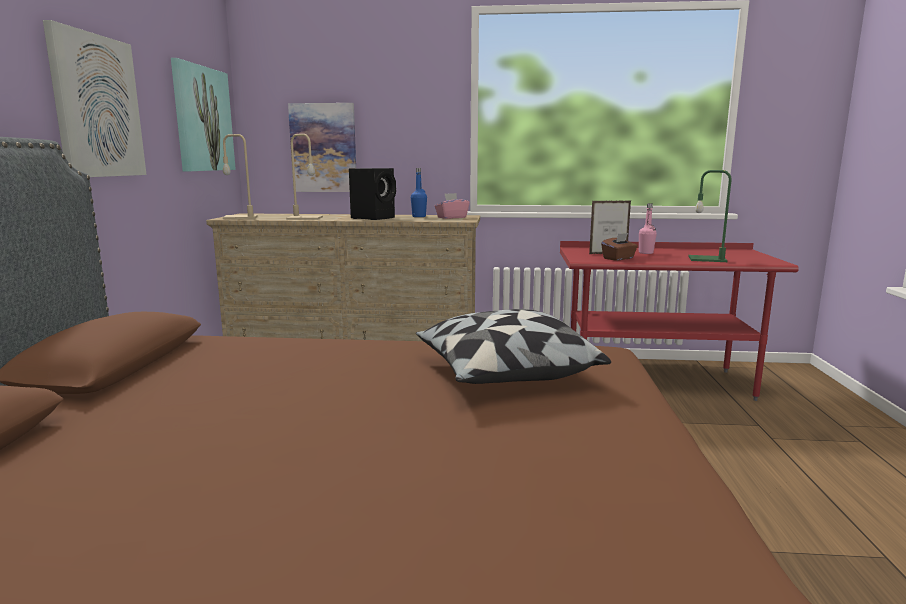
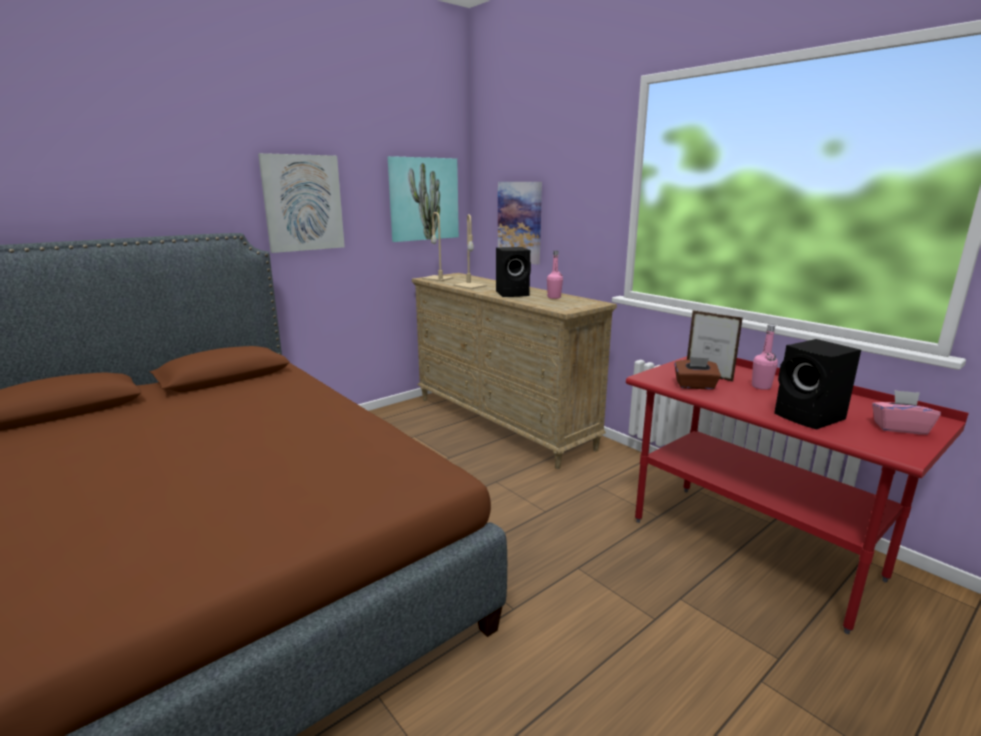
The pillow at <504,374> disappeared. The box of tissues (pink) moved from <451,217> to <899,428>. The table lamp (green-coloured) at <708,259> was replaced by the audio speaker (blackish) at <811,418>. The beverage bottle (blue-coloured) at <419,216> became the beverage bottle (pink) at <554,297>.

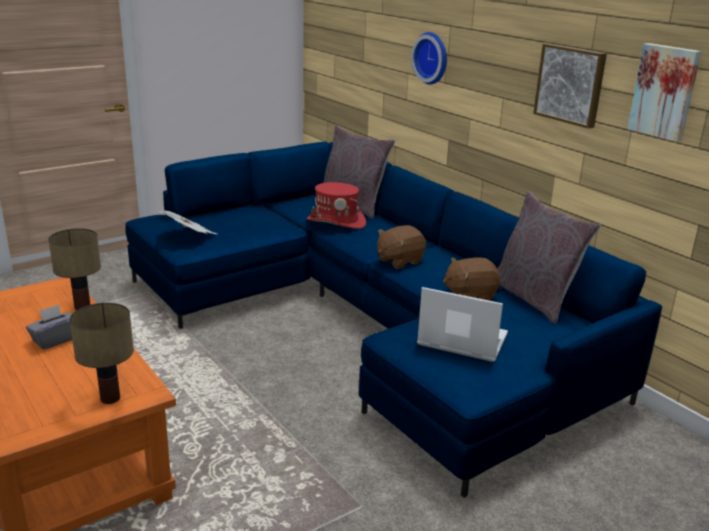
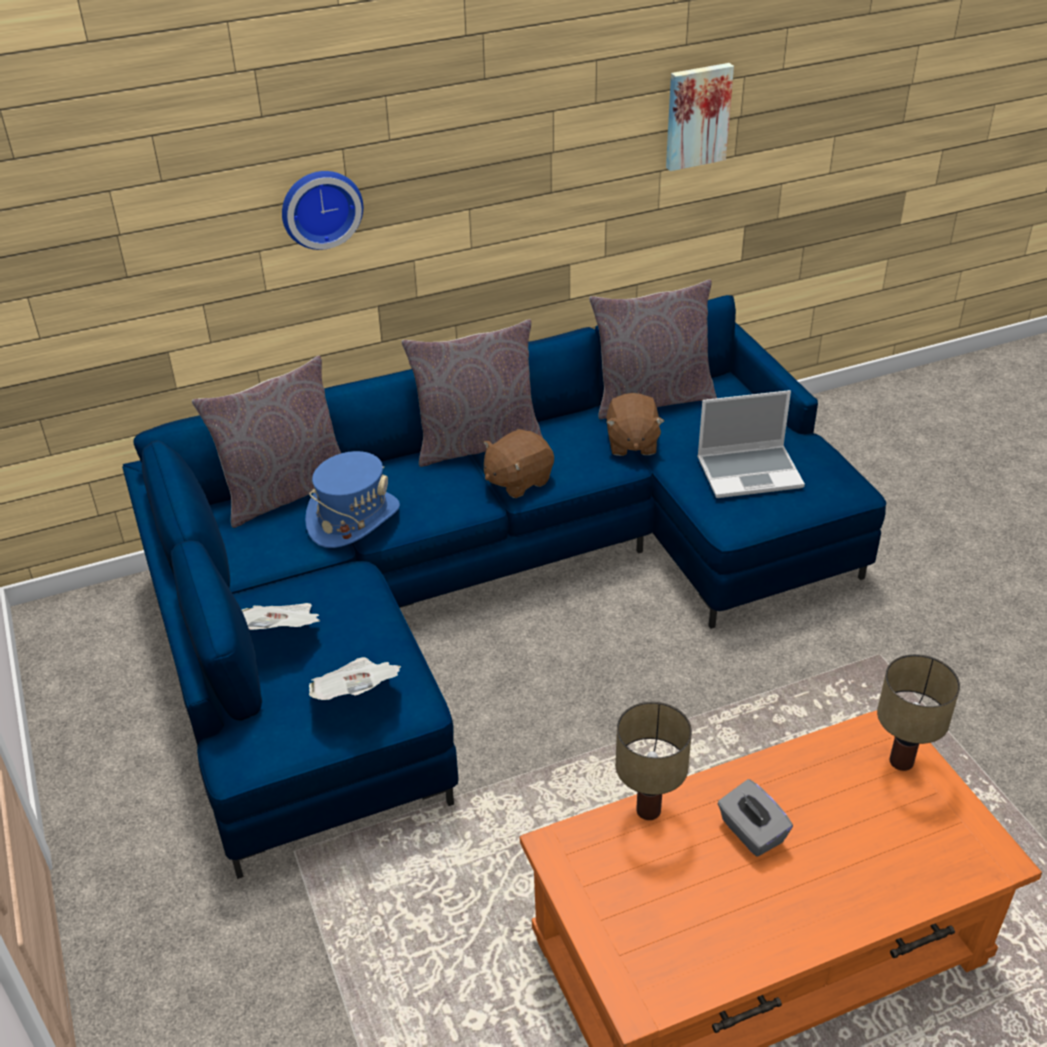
The wall picture at <571,84> disappeared. The newspaper at <280,633> appeared. The pillow (greyish) at <477,443> appeared. The hat (reddish) at <336,222> became the hat (blue-coloured) at <353,519>. The plush toy (brown) at <399,261> turned 75 degrees clockwise. The notebook computer at <461,340> turned 135 degrees counterclockwise.

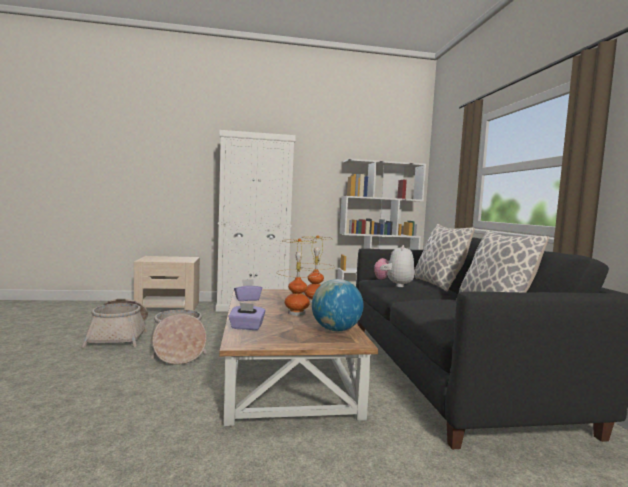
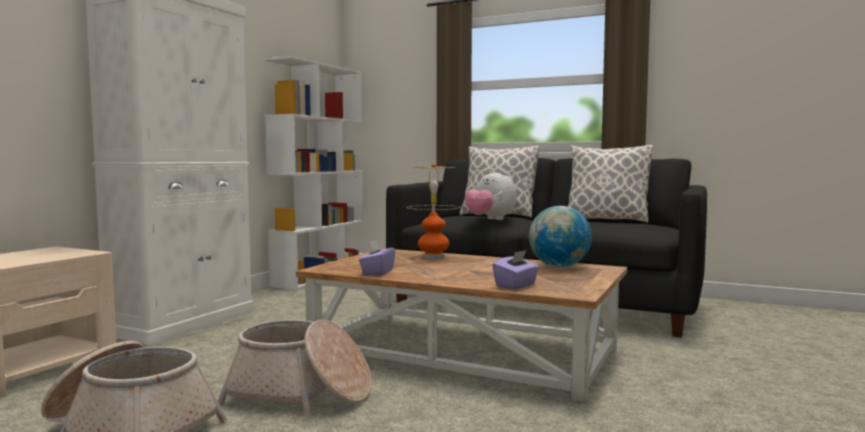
The table lamp at <296,313> disappeared.

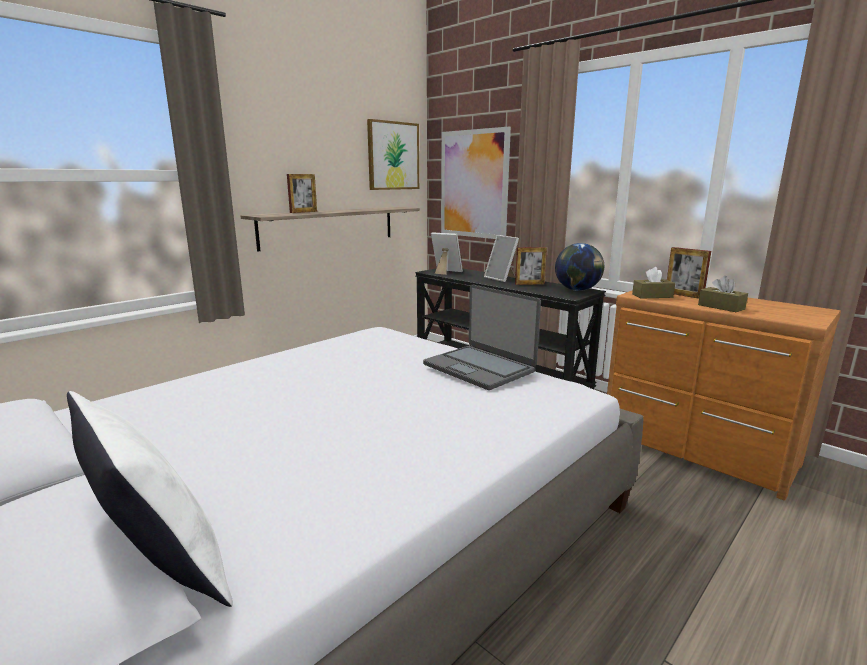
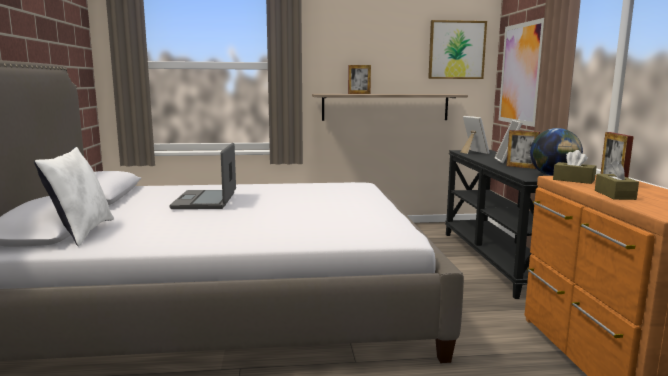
The notebook computer moved from <479,368> to <206,201>.

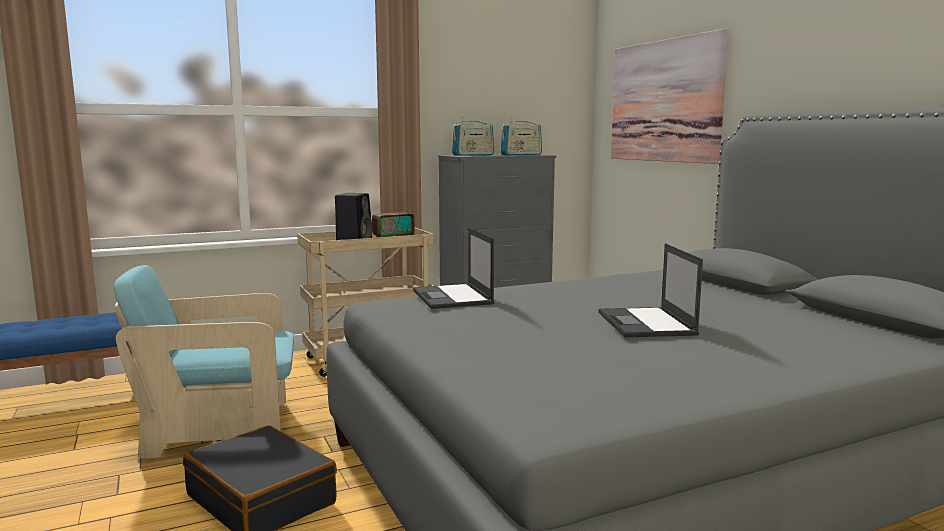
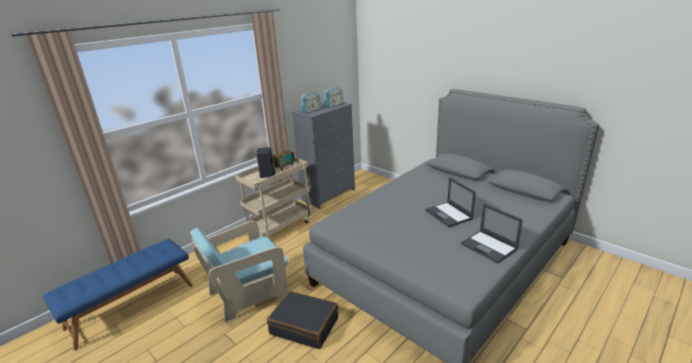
The wall picture at <665,101> disappeared. The notebook computer moved from <453,297> to <489,247>.

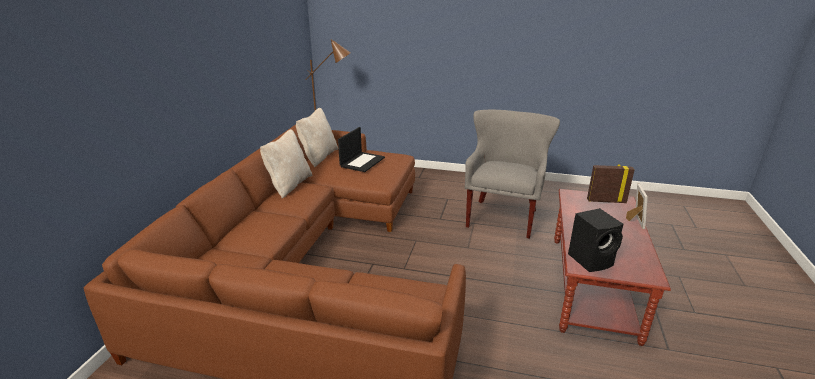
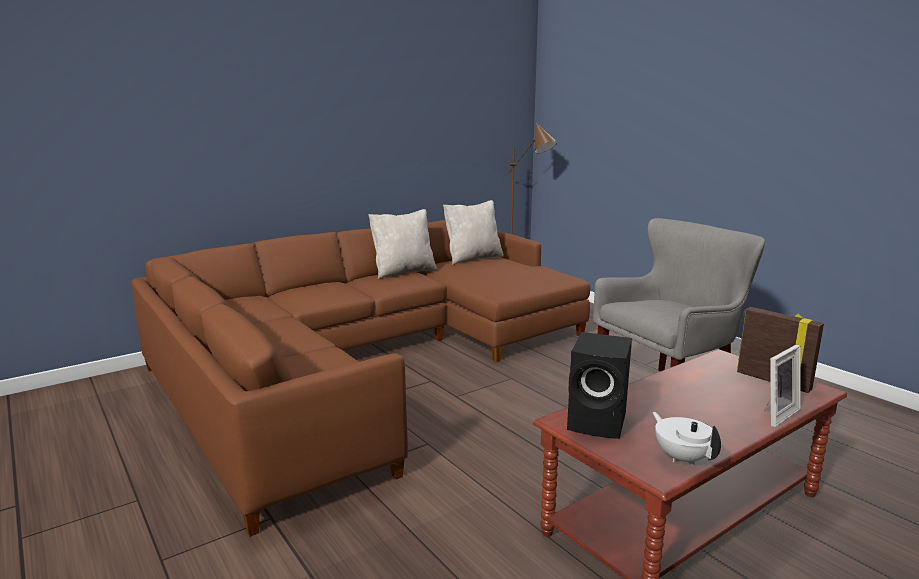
The notebook computer at <362,162> disappeared. The teapot (whitish) at <682,458> appeared.

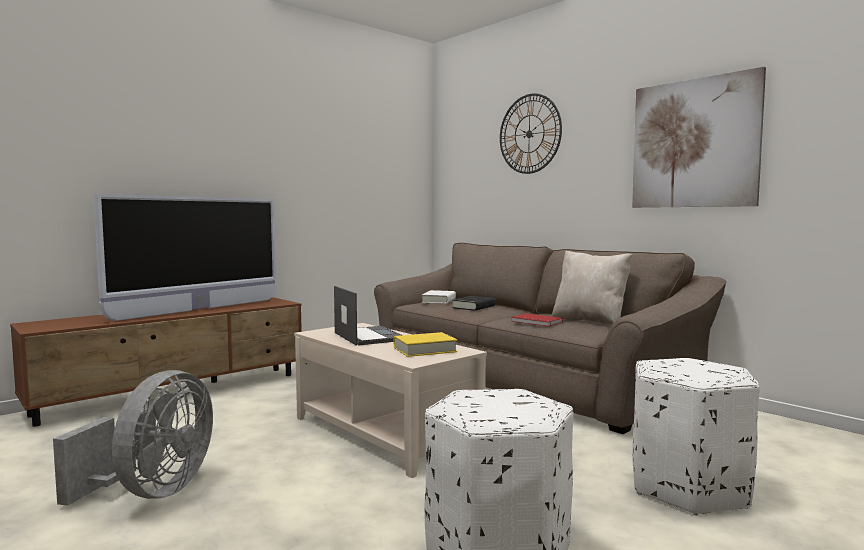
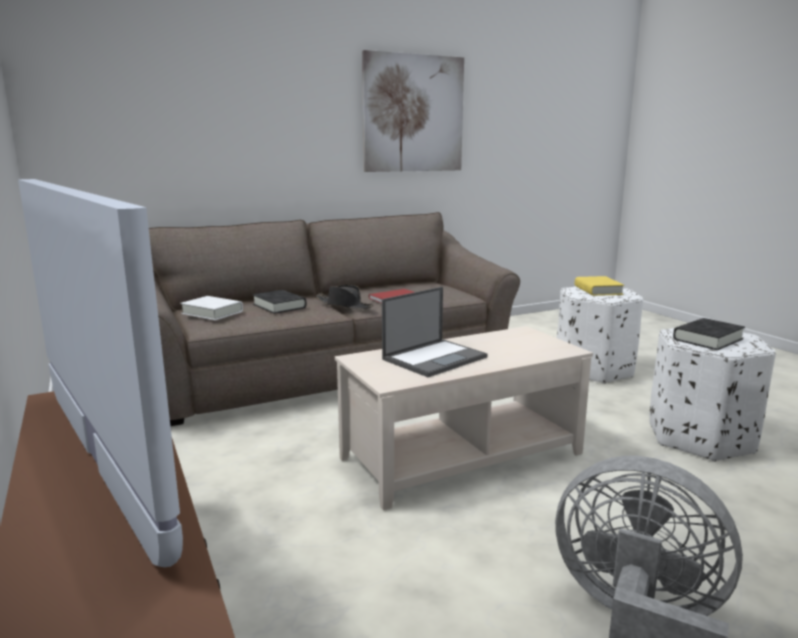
The hanging clock at <529,134> disappeared. The pillow (beige-coloured) at <590,321> disappeared. The hat (blackish) at <344,305> appeared. The volume (blackish) at <707,339> appeared. The volume (yellowish) moved from <424,350> to <598,290>. The notebook computer at <368,336> turned 150 degrees clockwise.

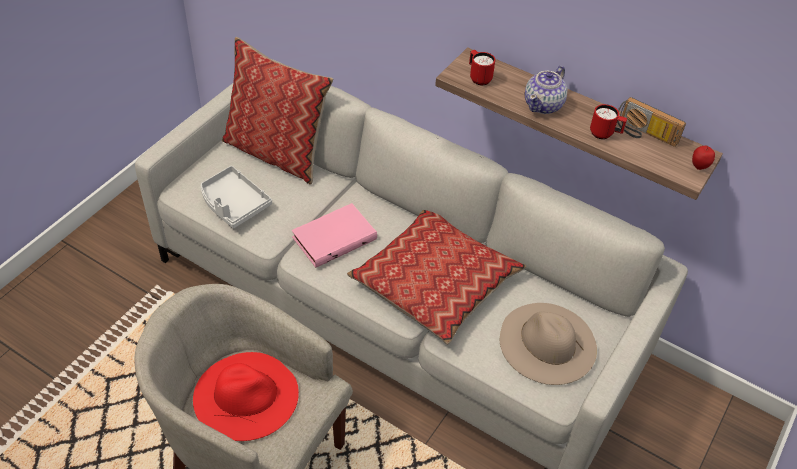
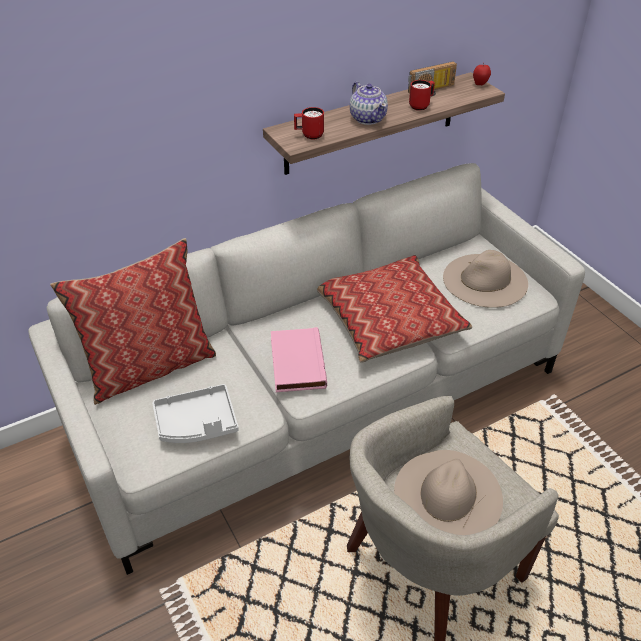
The hat (reddish) at <246,395> became the hat (beige-coloured) at <447,495>.

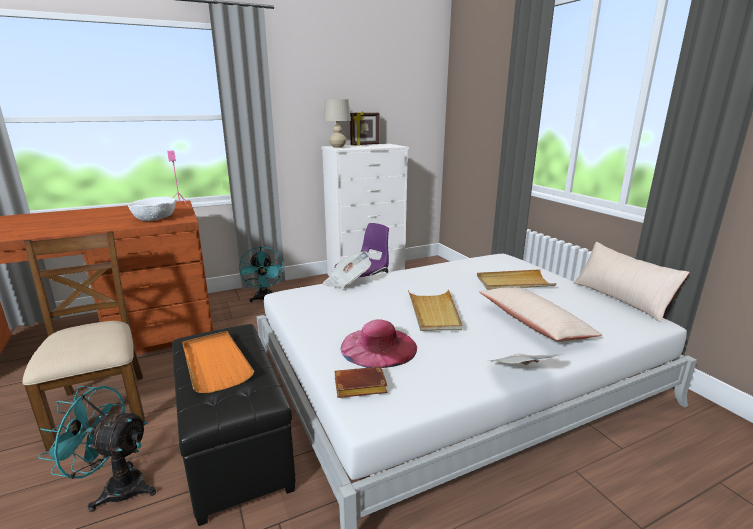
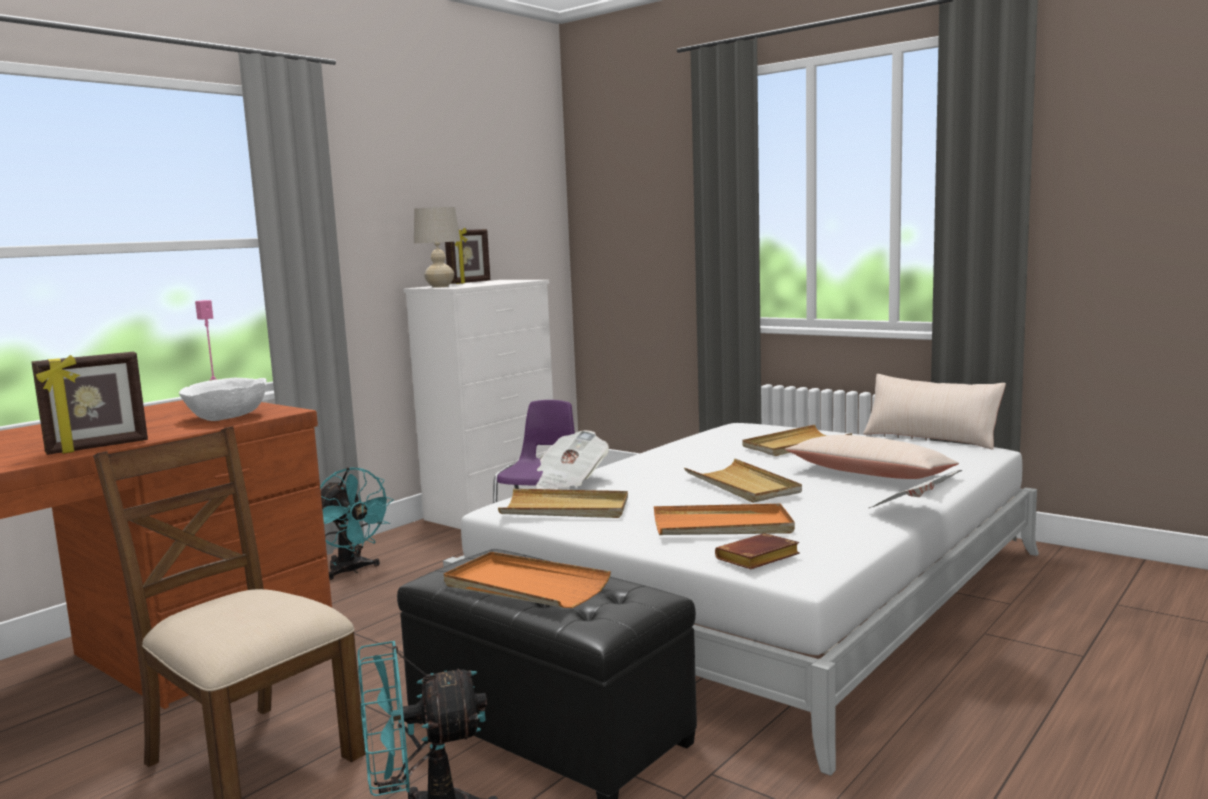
The standing frame at <98,447> appeared. The serving tray (beige-coloured) at <565,509> appeared. The hat (pink) at <378,347> was replaced by the serving tray (orange) at <723,526>.

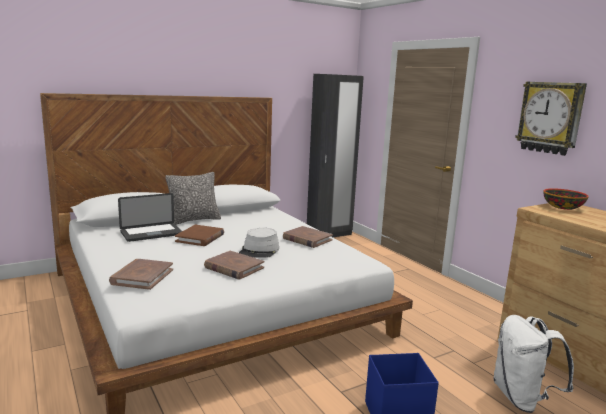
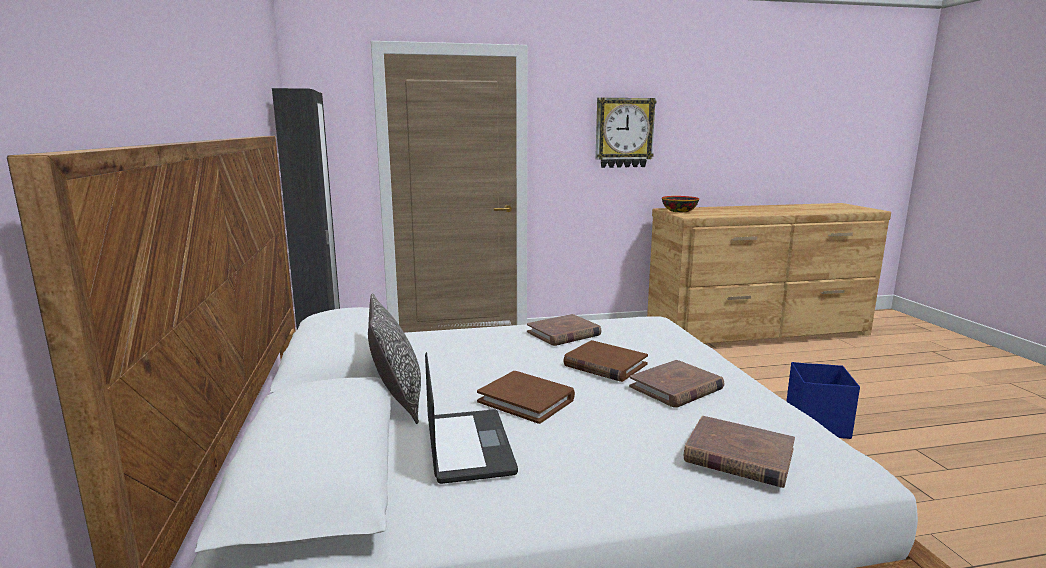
The knapsack (whitish) at <522,399> disappeared. The hat (greyish) at <259,250> was replaced by the volume (brown) at <605,365>.

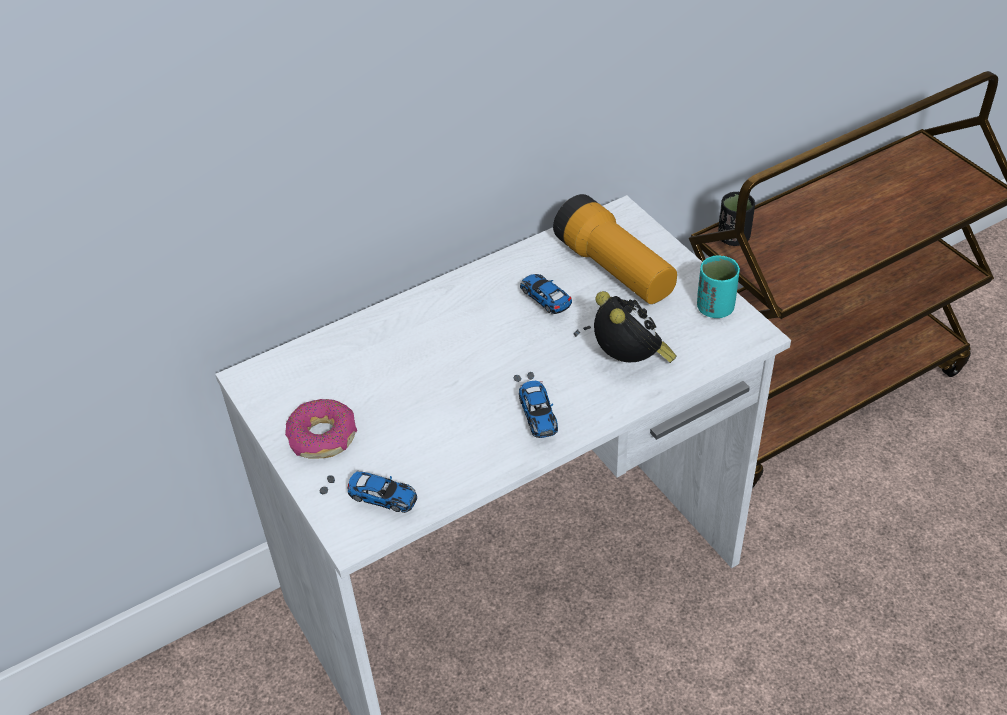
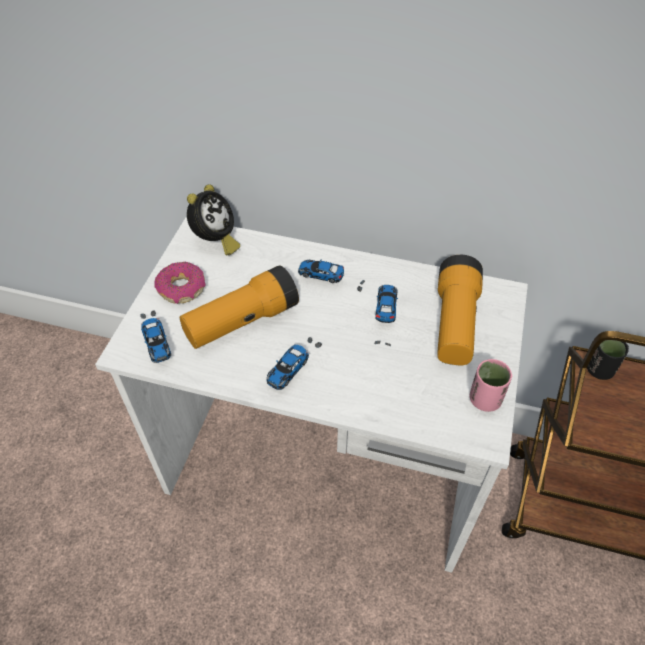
The flashlight at <242,322> appeared. The miniature car at <331,281> appeared. The table clock moved from <630,361> to <215,241>. The cup (turquoise) at <715,308> became the cup (pink) at <484,399>.

